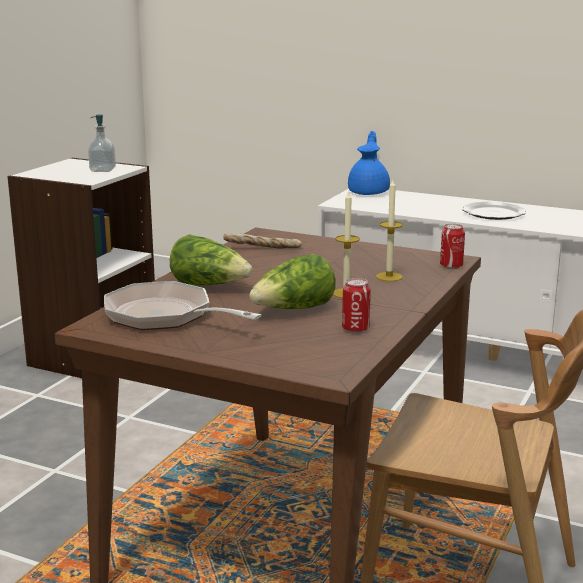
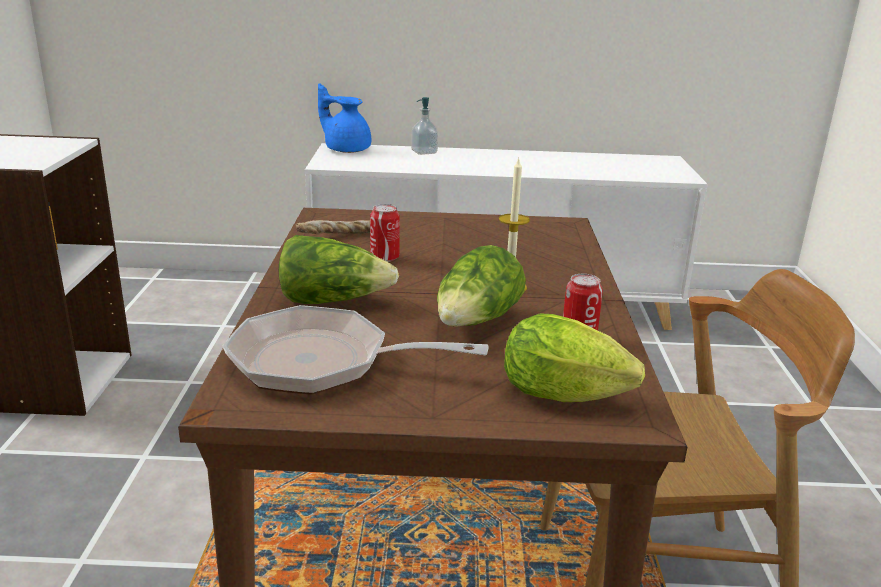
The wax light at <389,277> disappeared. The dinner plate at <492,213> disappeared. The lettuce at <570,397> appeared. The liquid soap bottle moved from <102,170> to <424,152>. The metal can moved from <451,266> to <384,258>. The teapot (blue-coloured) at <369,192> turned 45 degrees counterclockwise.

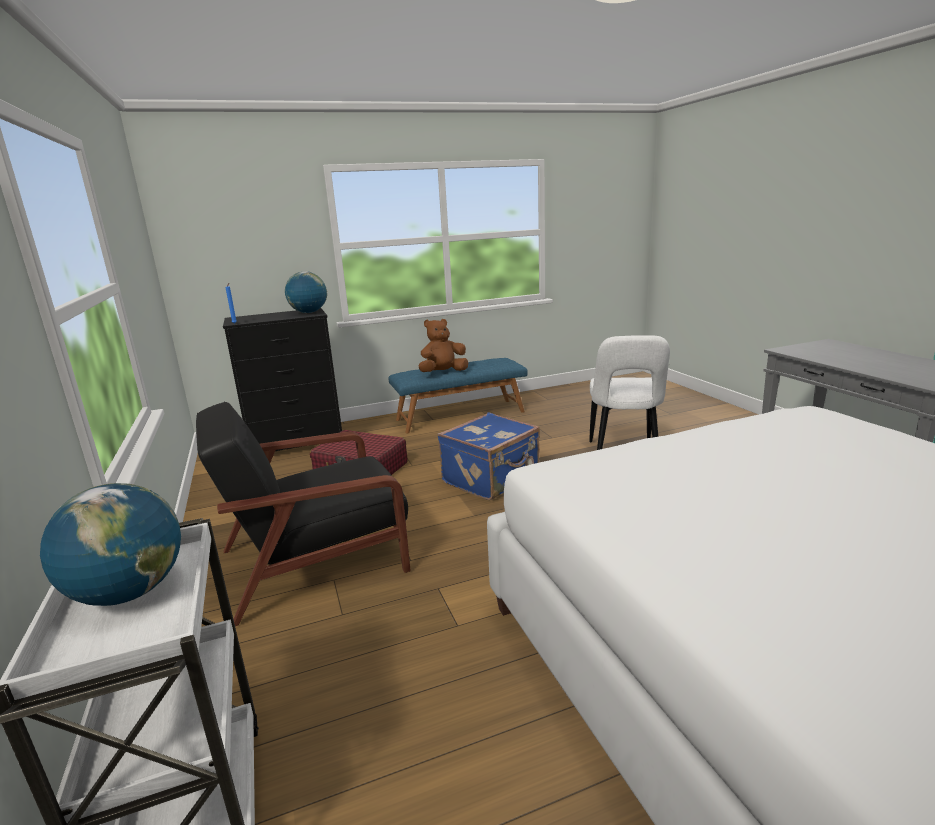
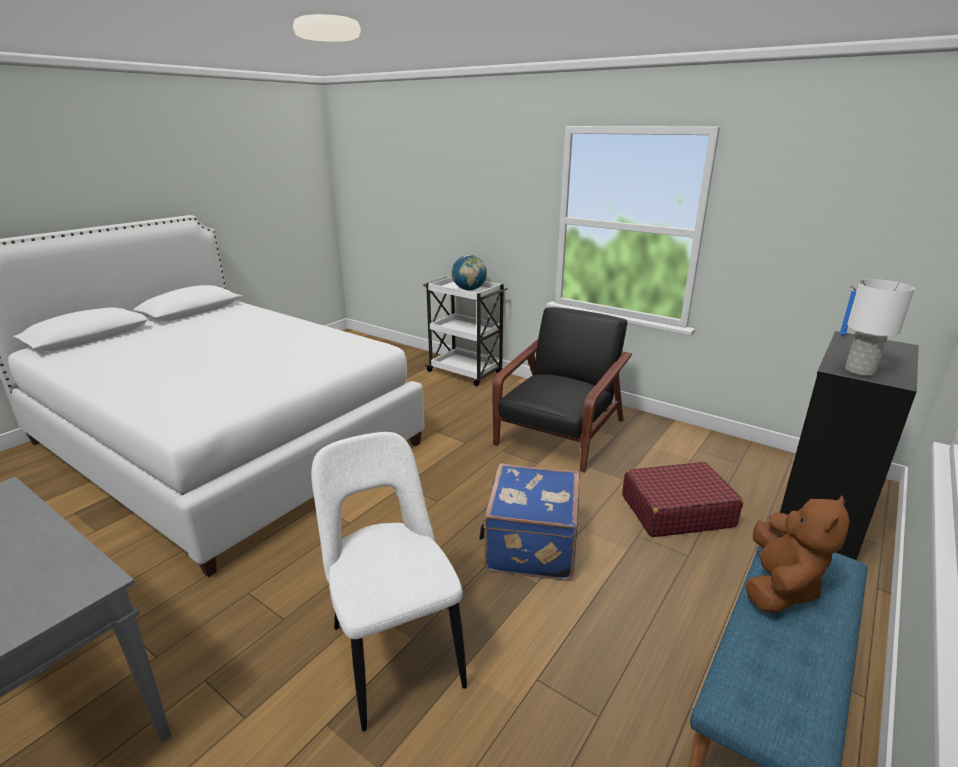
The desk globe at <309,312> was replaced by the table lamp (whitish) at <861,371>.

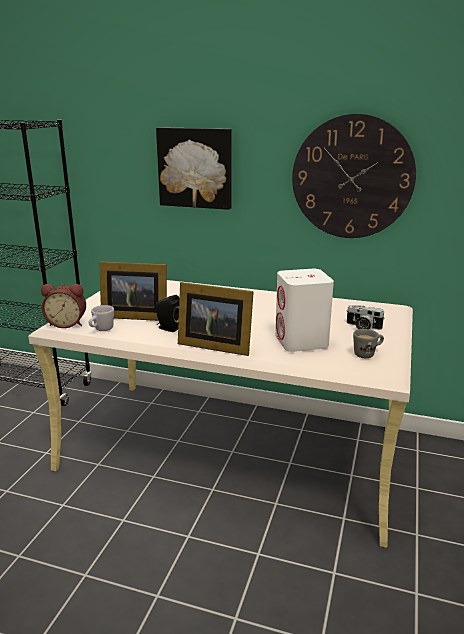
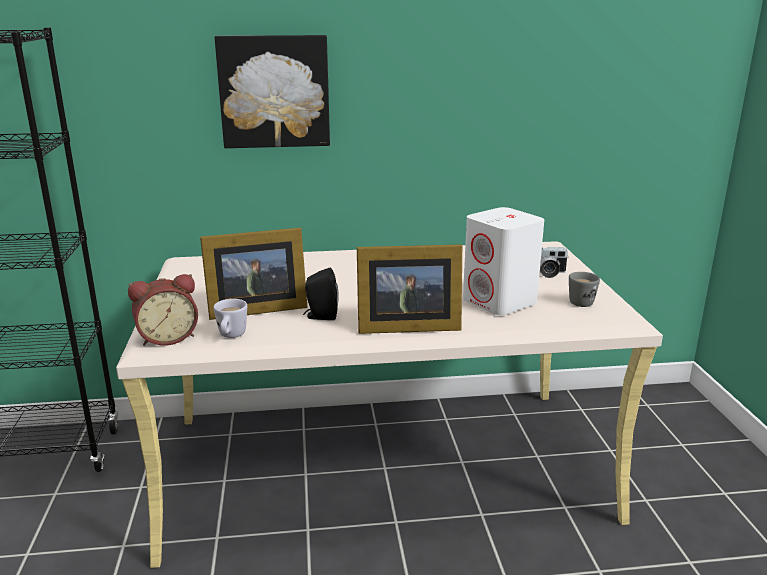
The hanging clock at <352,178> disappeared.

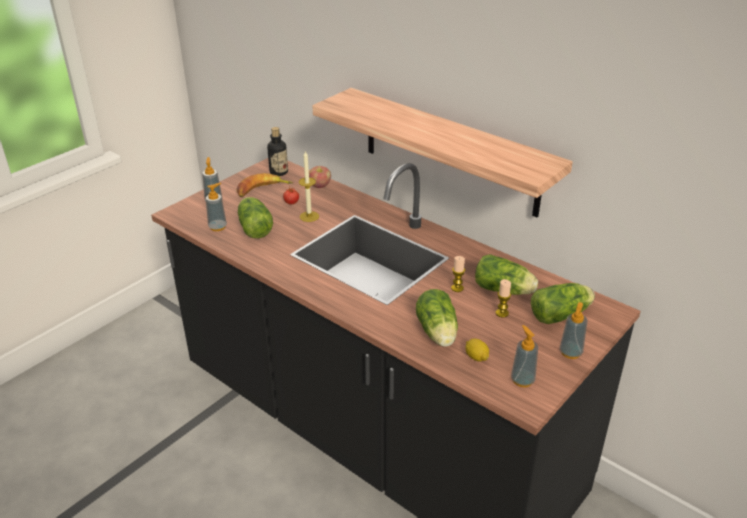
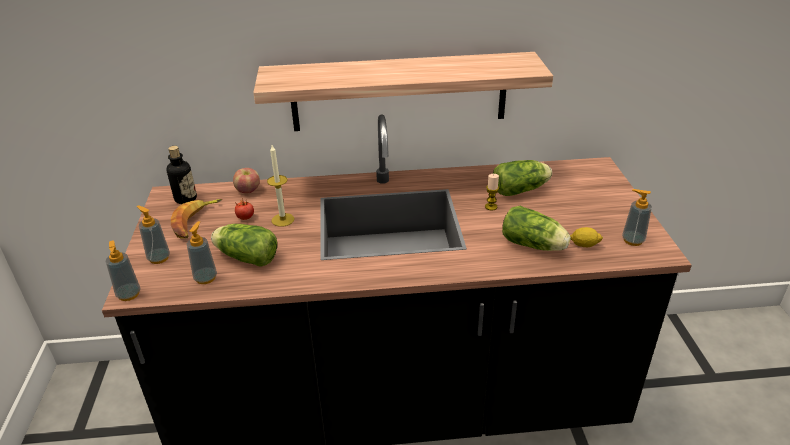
The wax light at <502,313> disappeared. The lettuce at <562,315> disappeared. The liquid soap bottle moved from <570,352> to <129,294>.

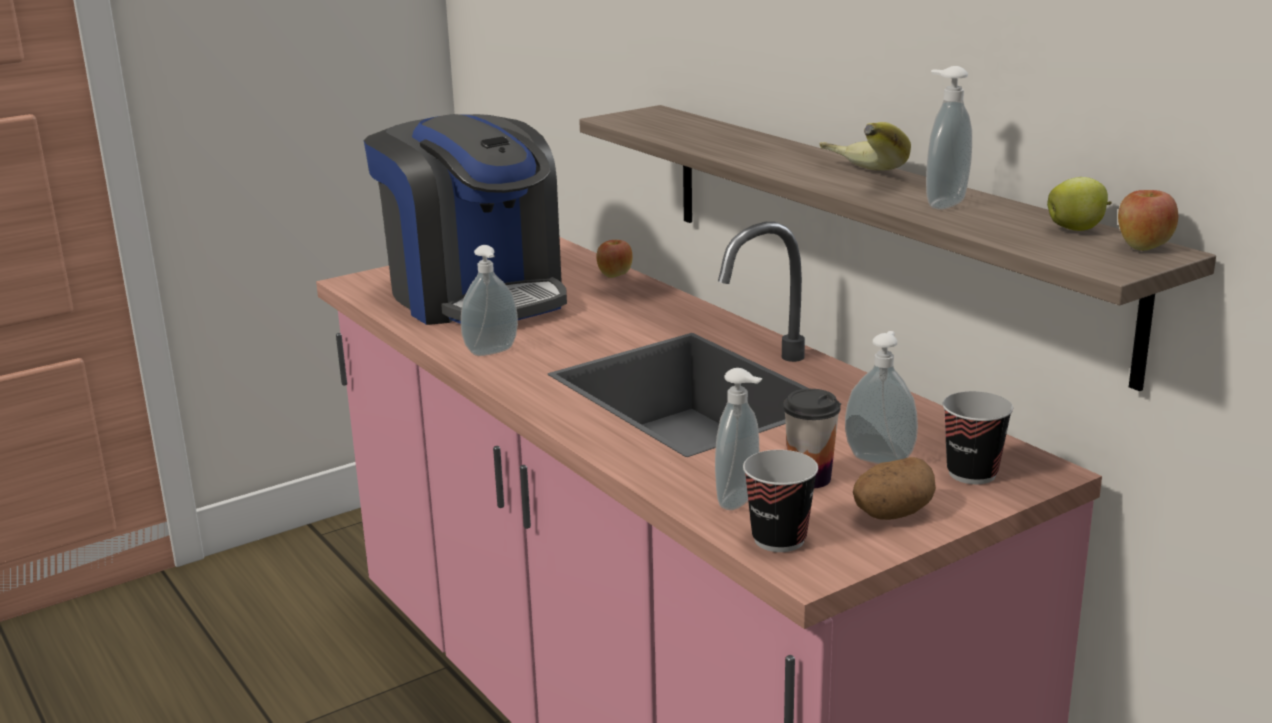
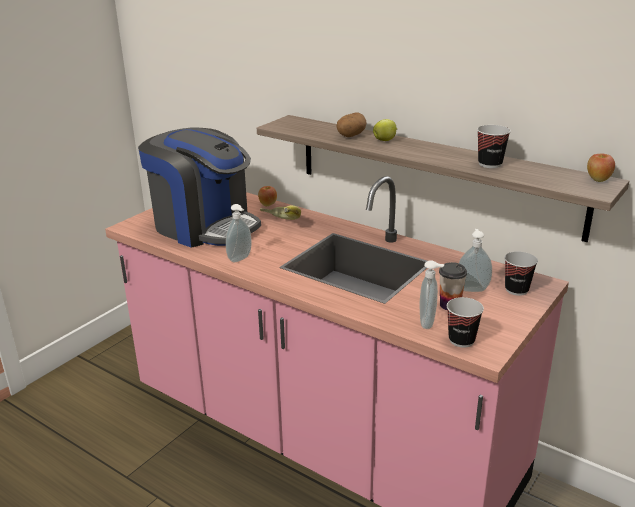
The banana moved from <856,177> to <279,224>. The potato moved from <891,514> to <350,136>. The apple fruit moved from <1077,229> to <385,140>. The liquid soap bottle at <943,203> was replaced by the cup at <490,164>.

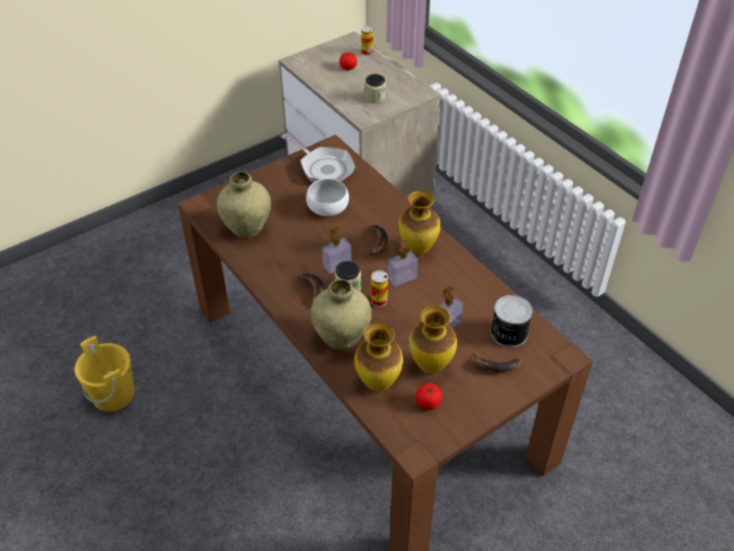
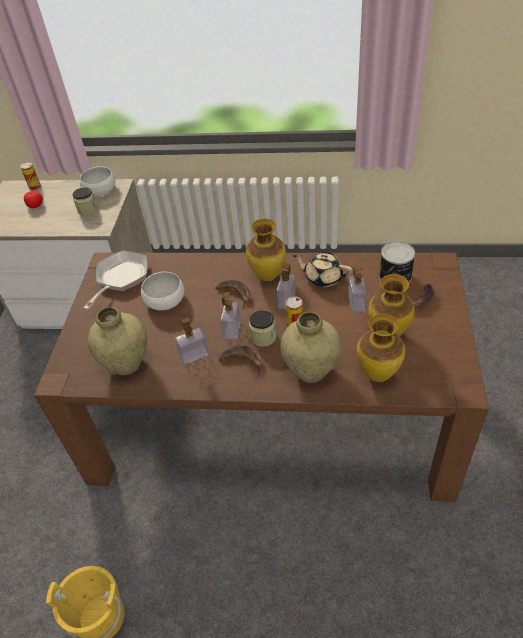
The fresh tomato at <428,403> disappeared. The bowl (whitish) at <100,190> appeared. The liquid soap bottle at <194,355> appeared. The teapot (beige-coloured) at <323,278> appeared. The frying pan at <323,167> turned 60 degrees counterclockwise.

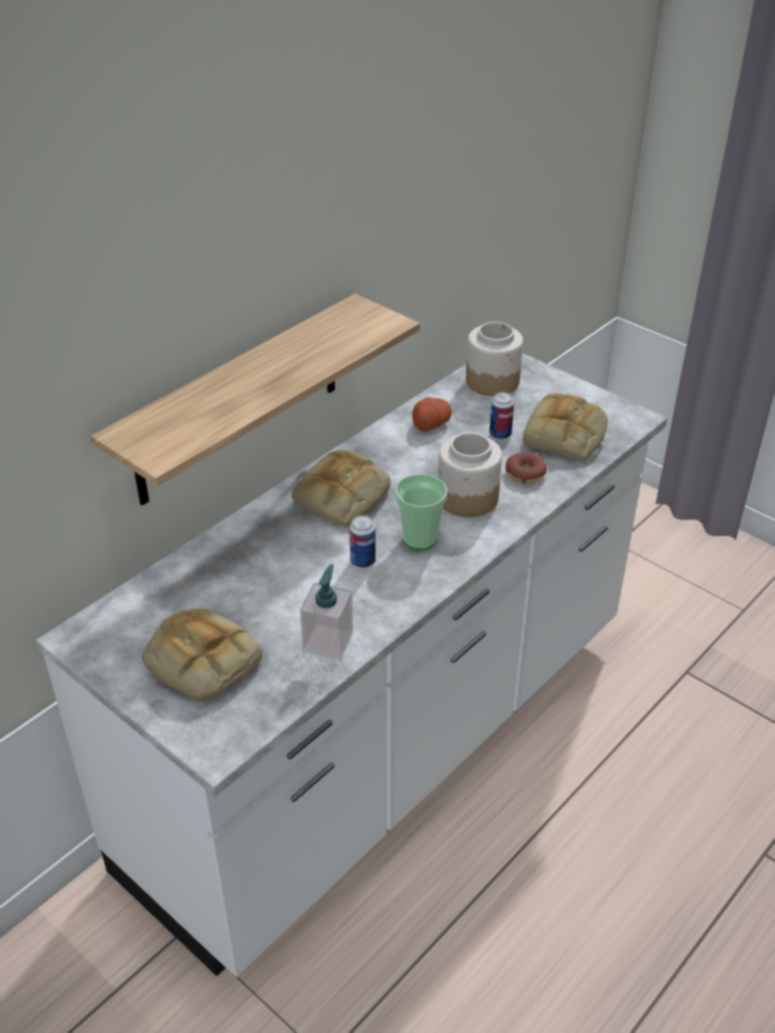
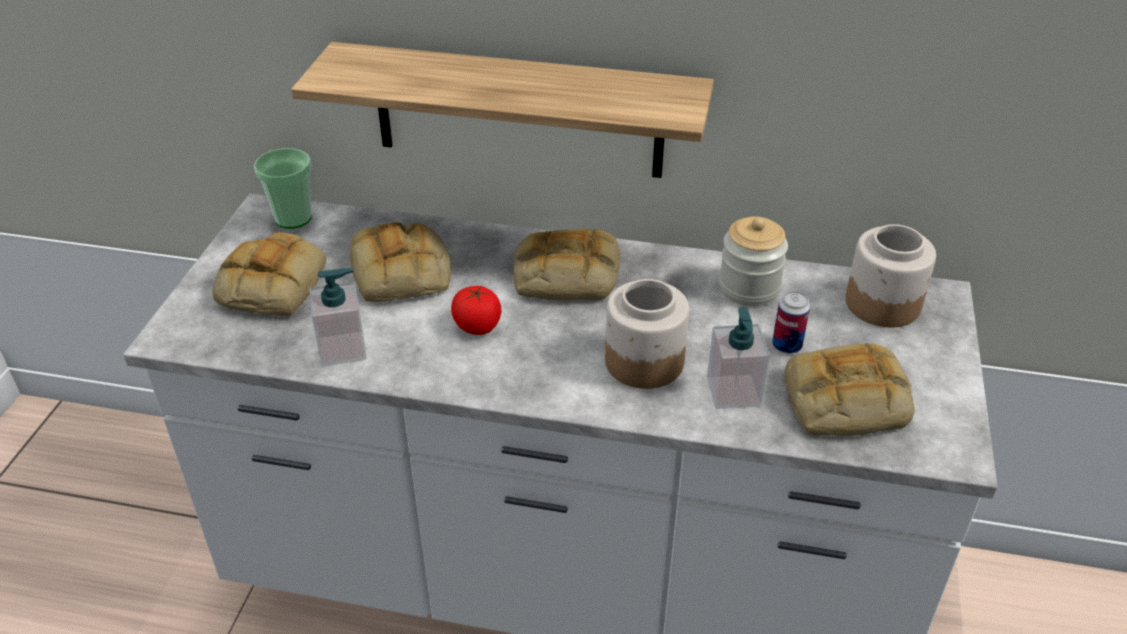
The bread at <402,272> appeared. The cup moved from <419,538> to <293,218>. The metal can at <362,561> was replaced by the fresh tomato at <477,326>. The potato at <431,424> was replaced by the jar at <749,288>. The donut at <525,473> was replaced by the liquid soap bottle at <733,392>.

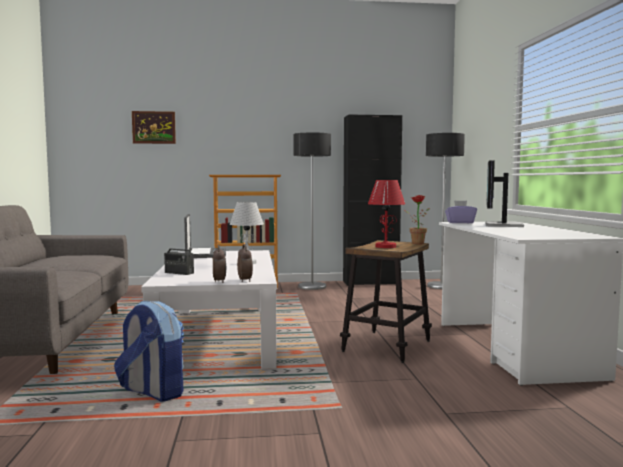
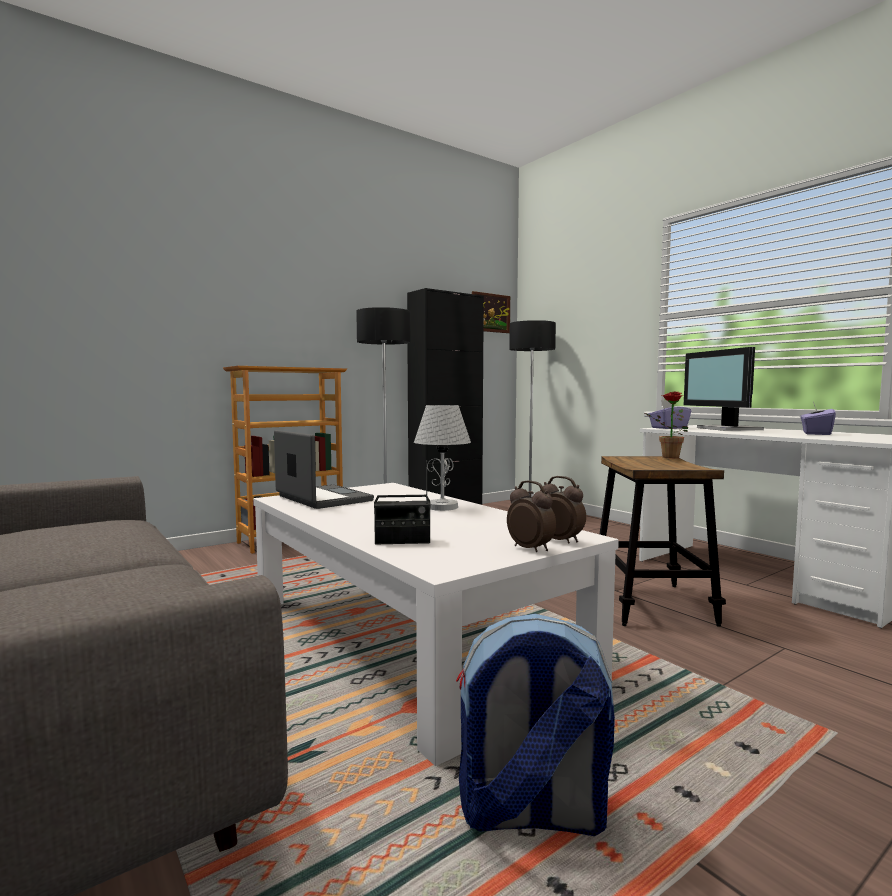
The table lamp (reddish) at <385,246> disappeared. The box of tissues (purplish) at <816,434> appeared. The wall picture moved from <154,127> to <490,313>.

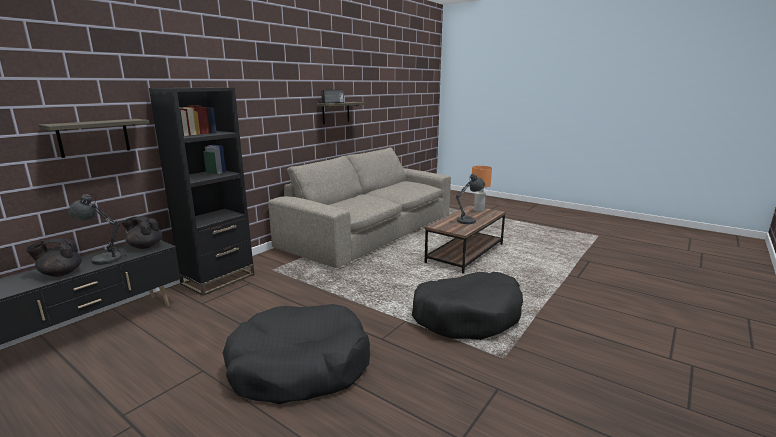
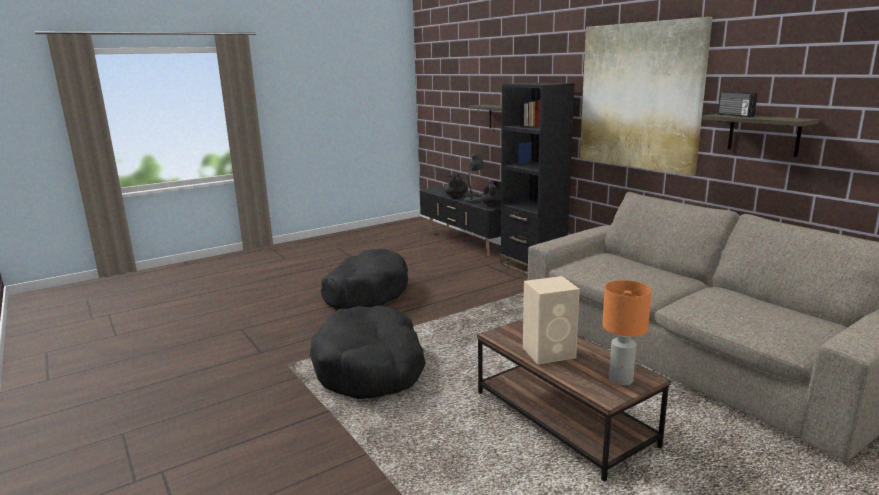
The wall picture at <639,96> appeared. The table lamp (greyish) at <468,221> was replaced by the audio speaker (beige-coloured) at <550,352>.

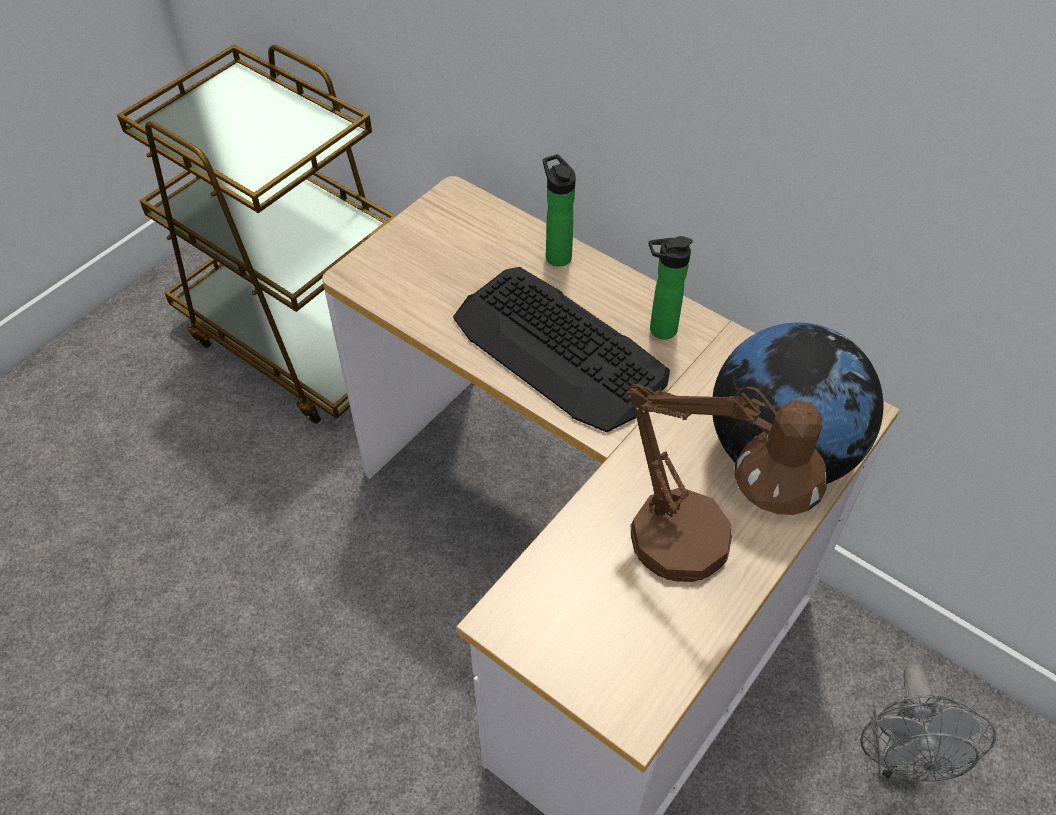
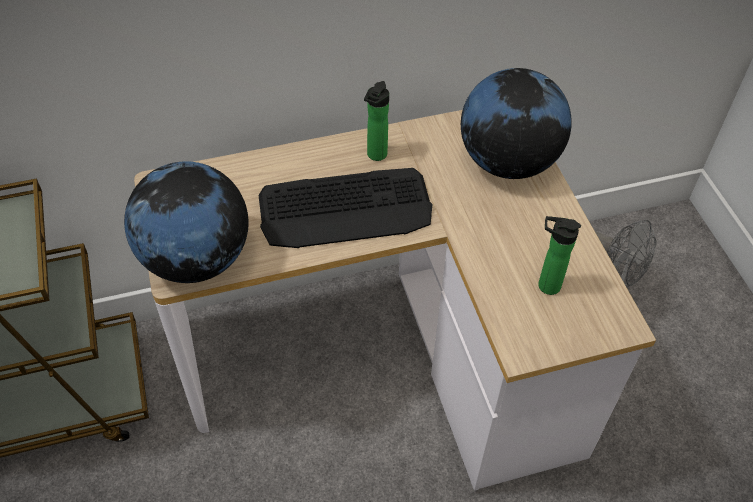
The table lamp (brown) at <699,551> disappeared. The desk globe at <196,259> appeared. The beverage bottle moved from <556,255> to <545,285>.

